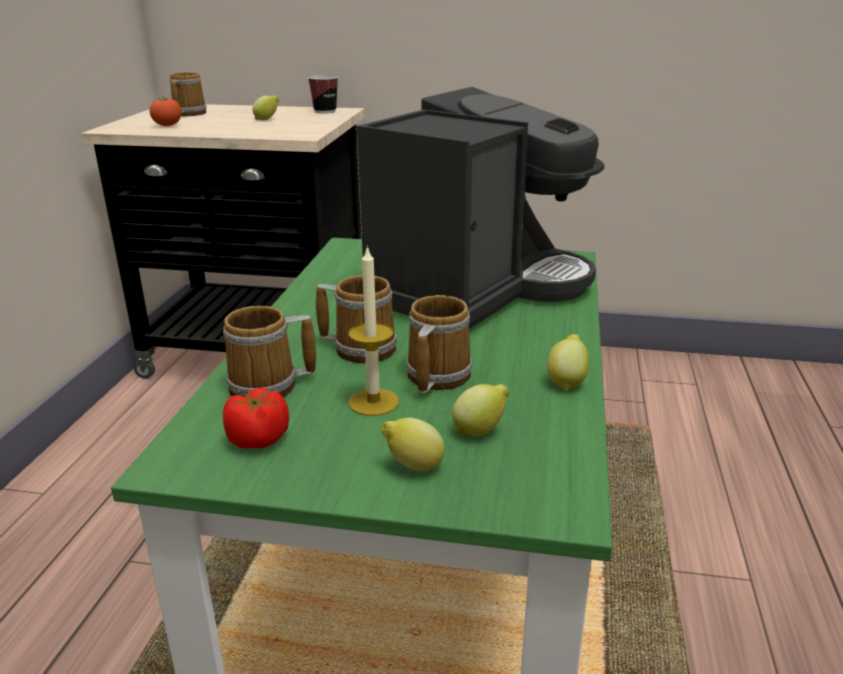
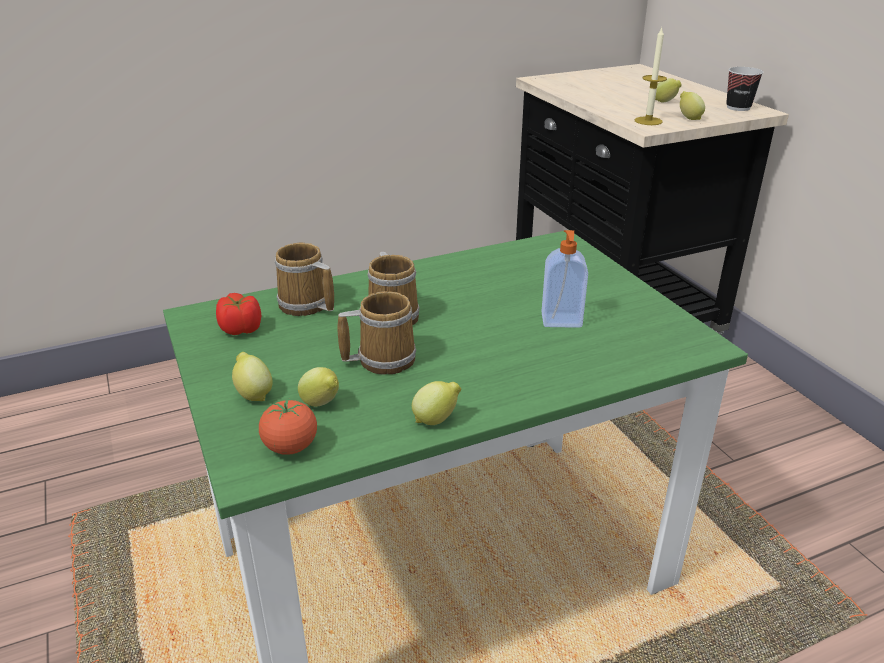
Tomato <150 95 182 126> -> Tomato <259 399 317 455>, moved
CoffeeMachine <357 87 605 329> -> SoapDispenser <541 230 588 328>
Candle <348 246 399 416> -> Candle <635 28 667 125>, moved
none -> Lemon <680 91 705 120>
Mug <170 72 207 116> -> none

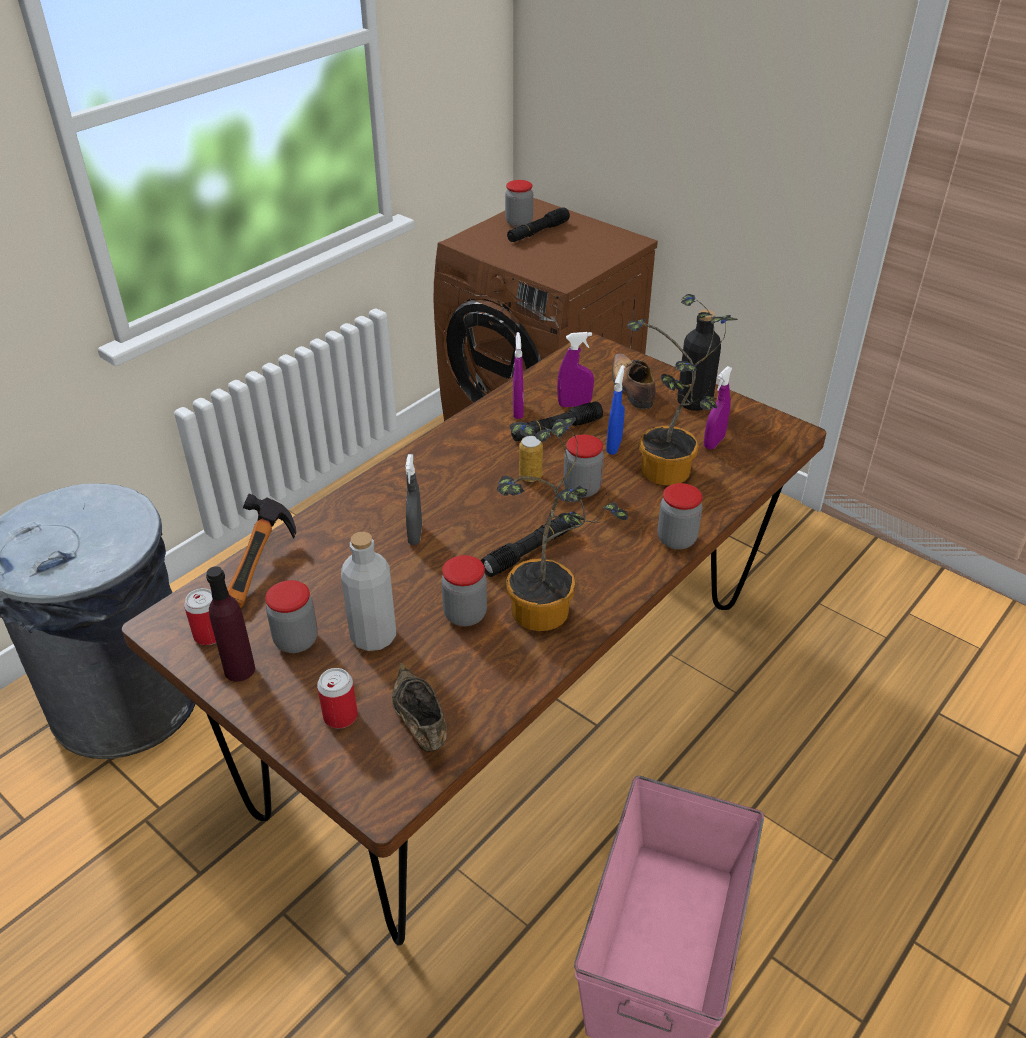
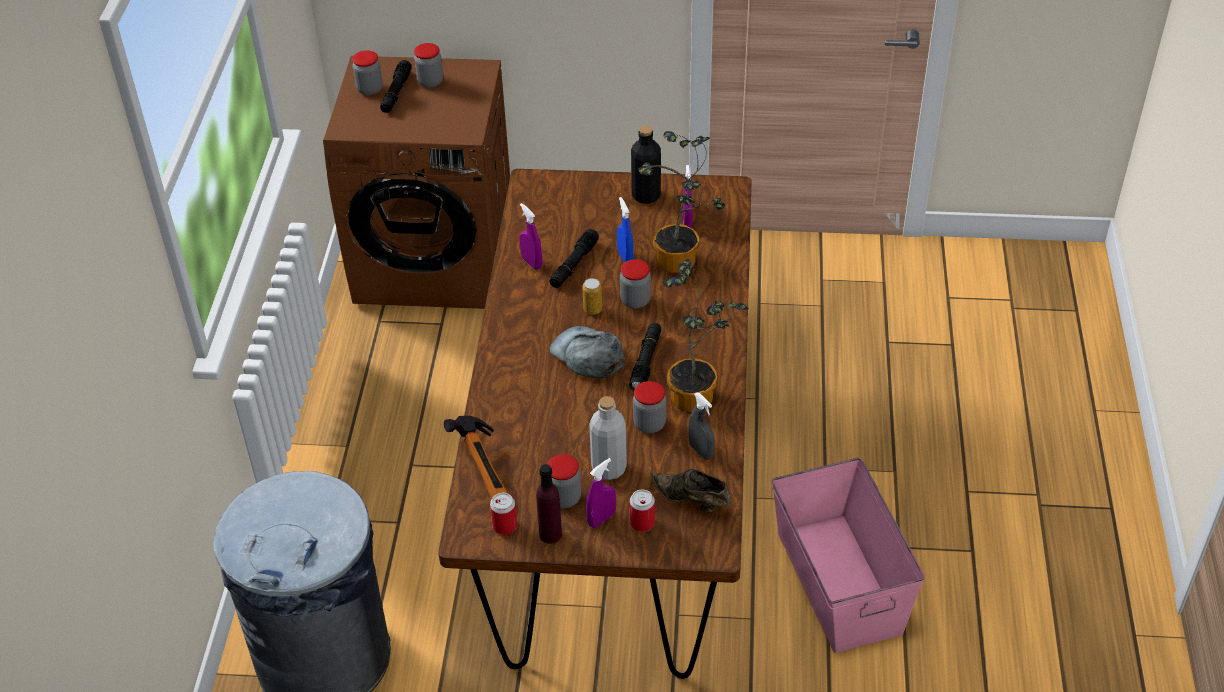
Jar <657 483 703 550> -> Jar <414 43 443 88>, moved
none -> GreyCap <549 326 625 378>
PurpleSprayBottle <557 332 594 407> -> PurpleSprayBottle <586 458 616 528>, moved
GreySprayBottle <405 454 422 545> -> GreySprayBottle <688 392 715 460>, moved
Shoe <612 353 656 409> -> none

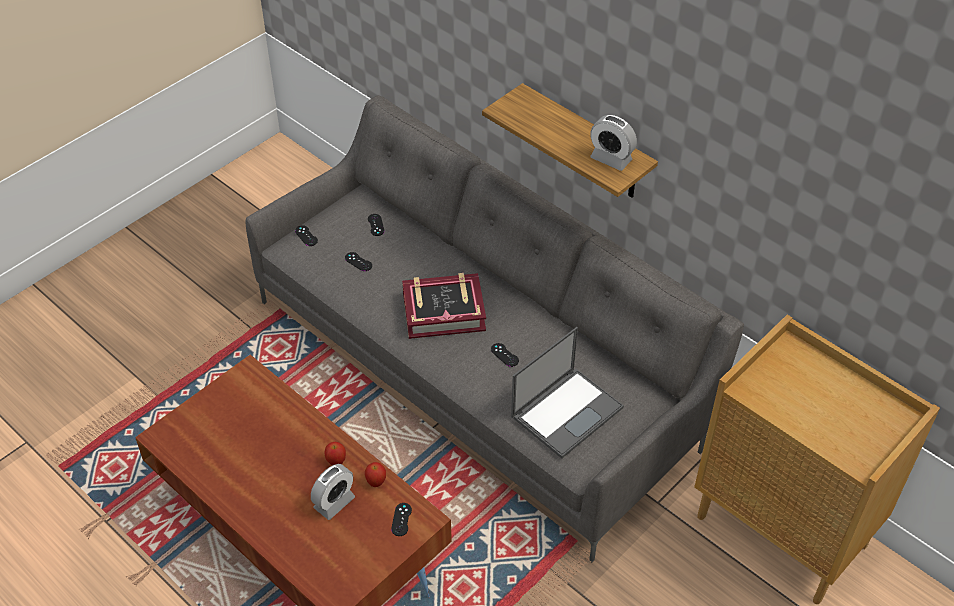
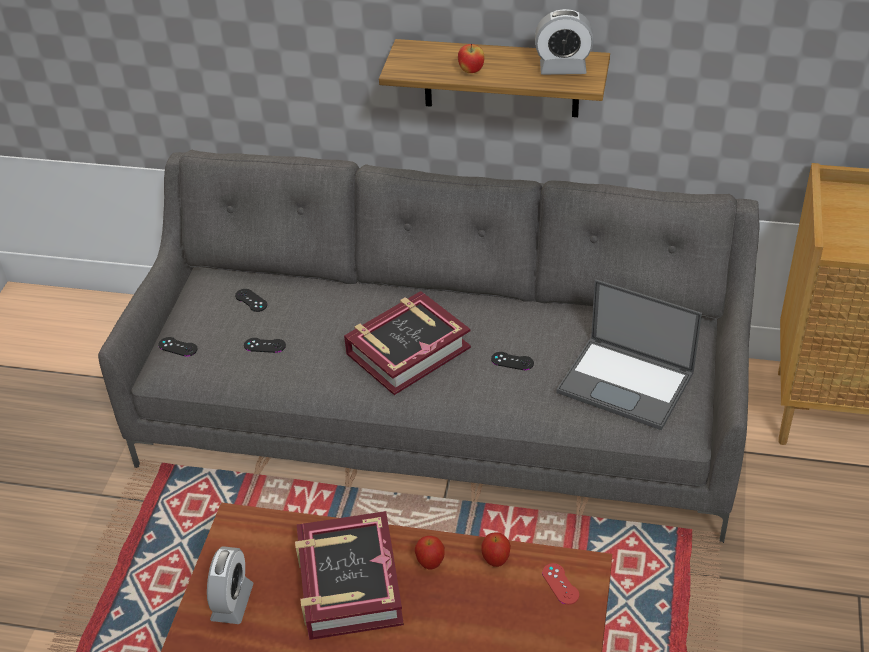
AlarmClock <311 464 355 520> -> AlarmClock <207 546 254 624>, moved
none -> Book <295 511 404 640>
none -> Apple <458 44 484 73>
BlackGameController <391 503 412 536> -> RedGameController <542 563 579 605>
Laptop <511 327 624 459> -> Laptop <556 279 702 430>, 105 degrees clockwise

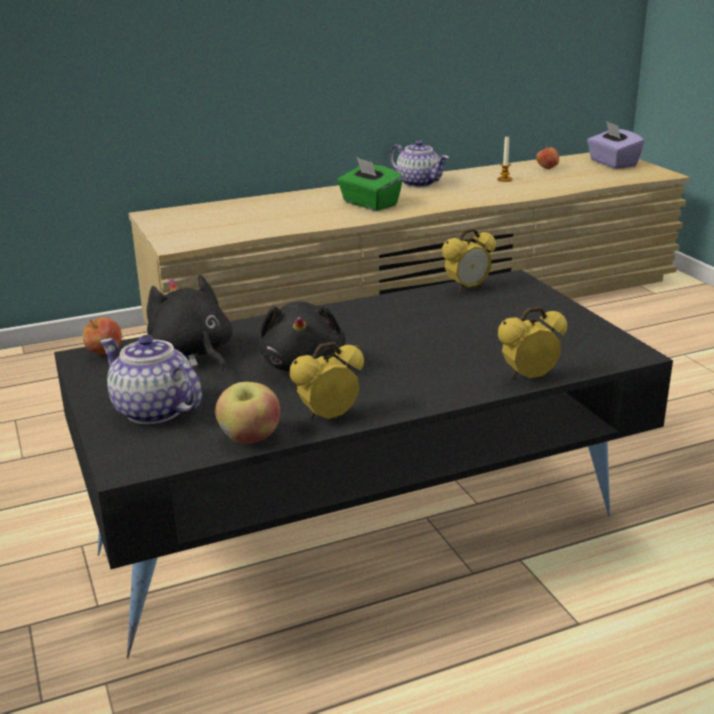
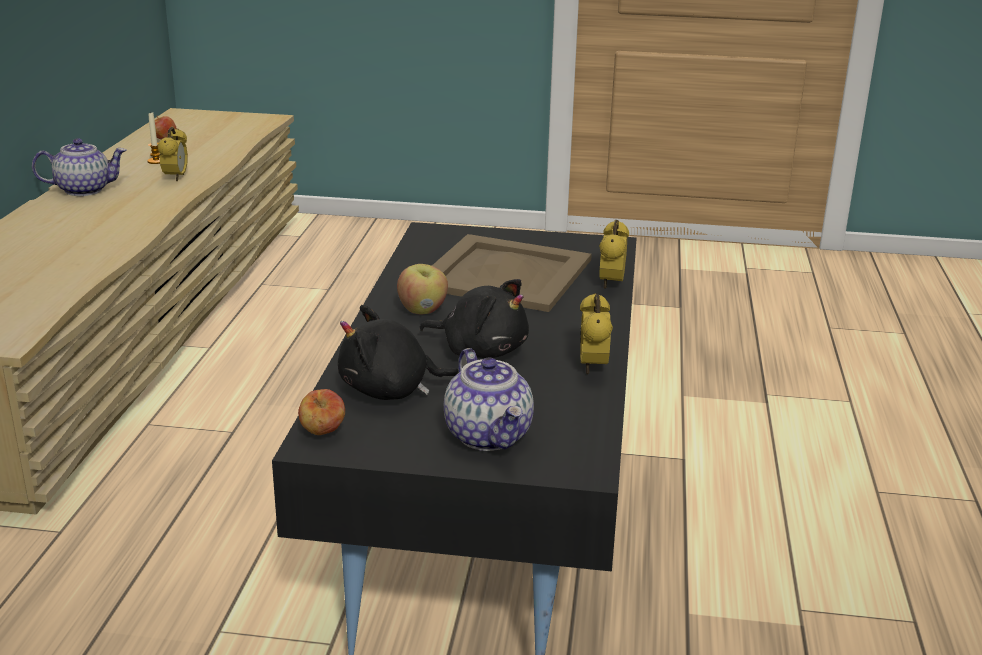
AlarmClock <442 228 496 293> -> AlarmClock <158 127 188 181>, moved
Apple <215 382 280 444> -> Apple <397 264 448 314>, moved
none -> BeigeTray <432 234 592 312>
Teapot <100 335 202 424> -> Teapot <444 348 534 451>, 90 degrees counterclockwise
GreenTissueBox <337 157 403 211> -> none
PurpleTissueBox <587 121 645 169> -> none

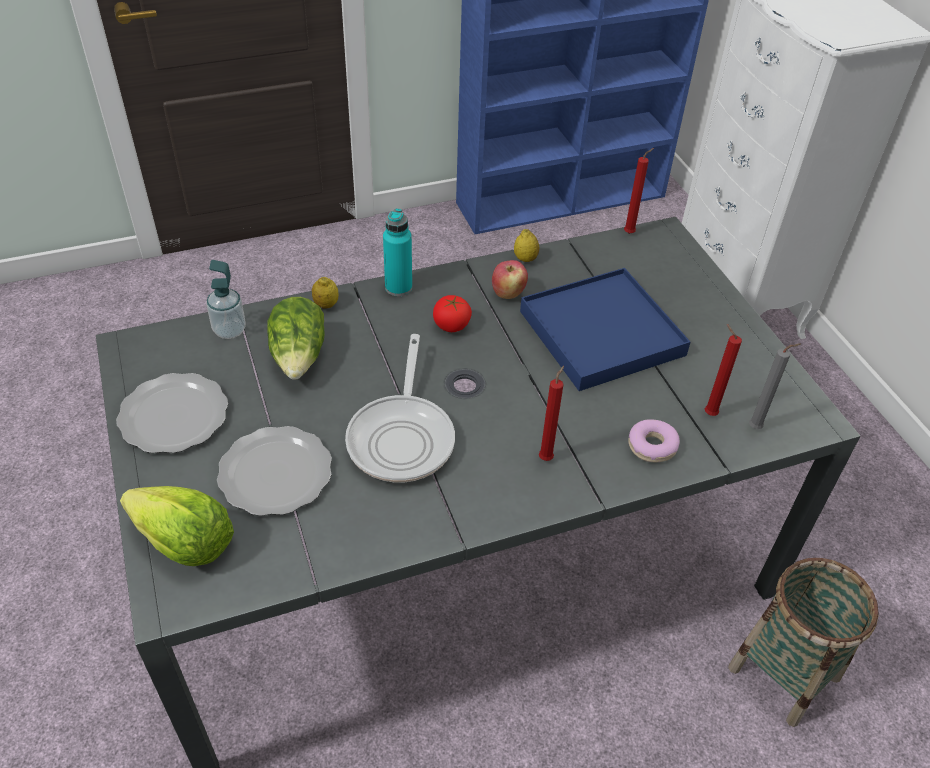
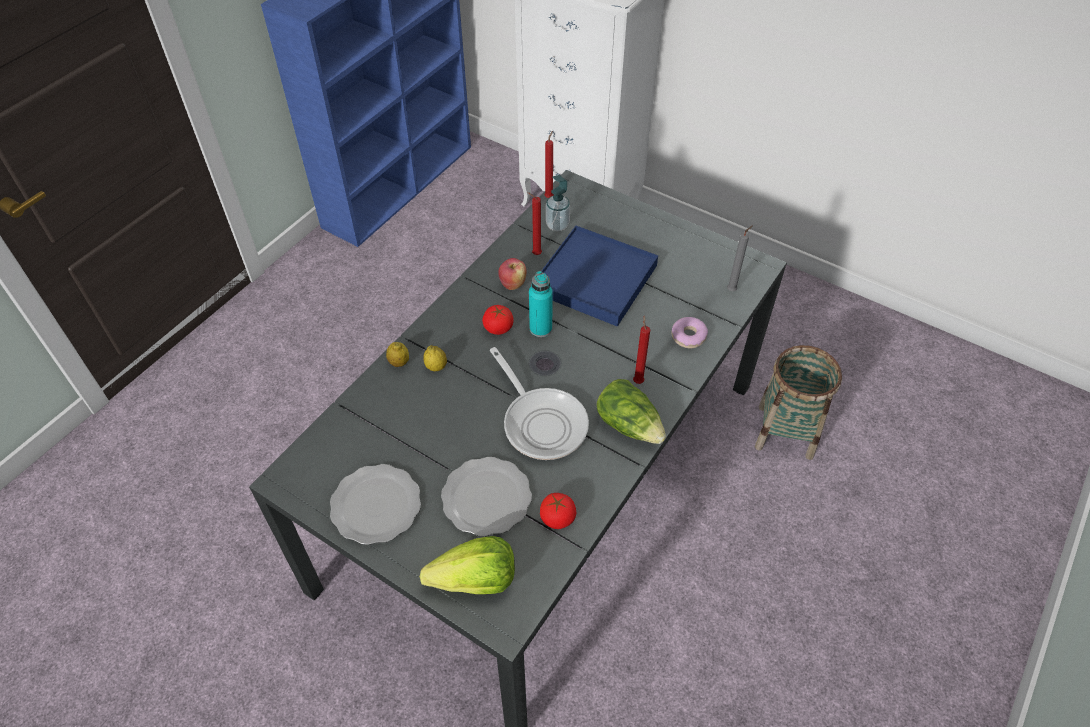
Lemon <514 229 539 262> -> Lemon <423 345 447 371>, moved
RedCandle <705 324 742 416> -> RedCandle <527 192 542 255>, moved
TurquoiseBottle <383 208 412 296> -> TurquoiseBottle <529 271 553 337>, moved
none -> Tomato <540 493 576 529>
SoapDispenser <206 260 246 339> -> SoapDispenser <546 175 570 231>, moved
Lettuce <267 297 325 380> -> Lettuce <596 379 666 444>, moved

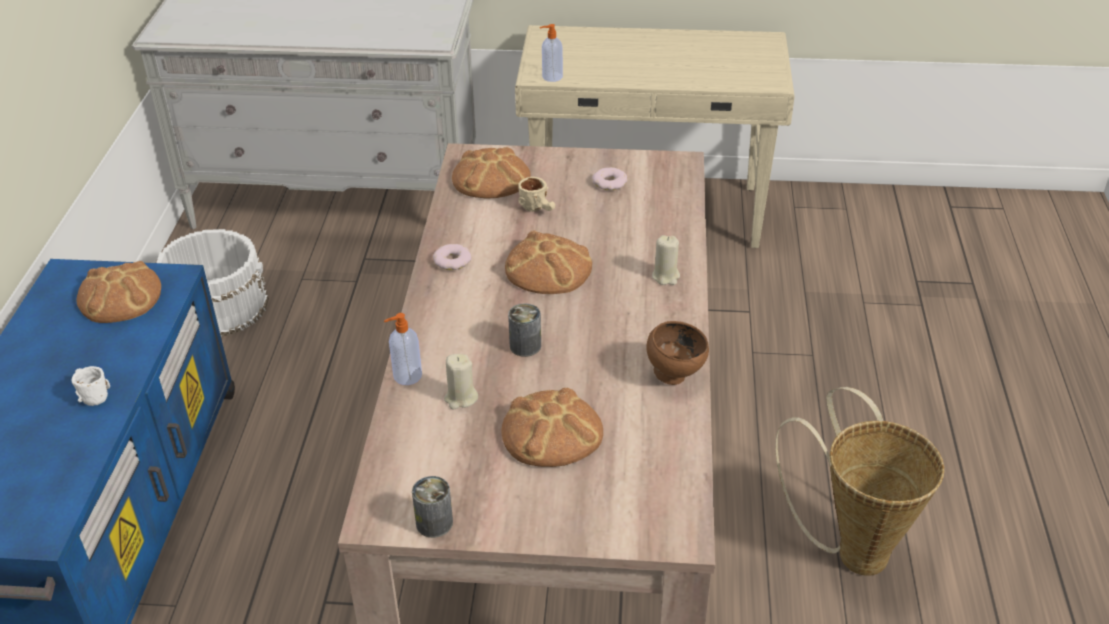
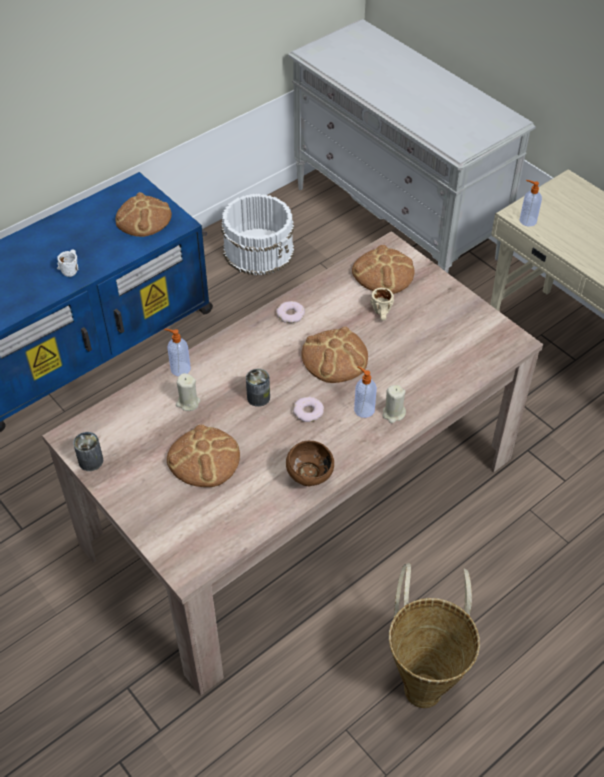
Donut <592 167 627 190> -> Donut <293 397 324 422>, moved
none -> SoapDispenser <354 366 377 418>

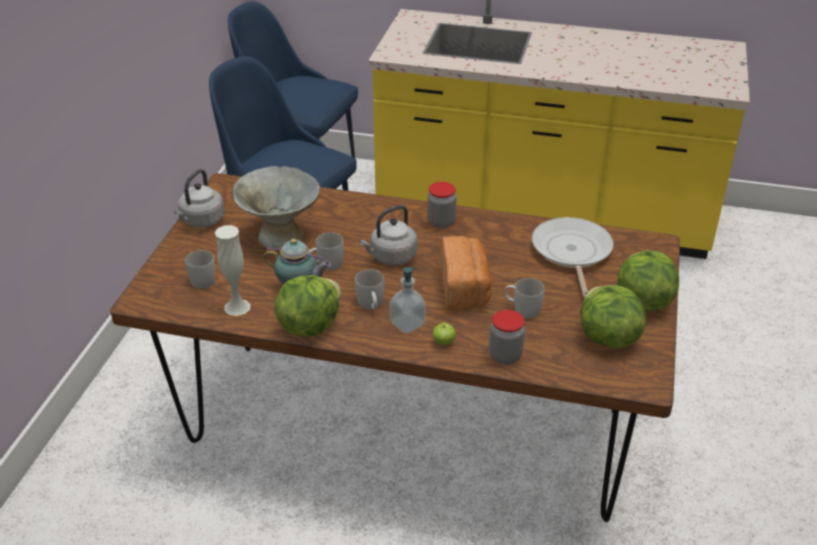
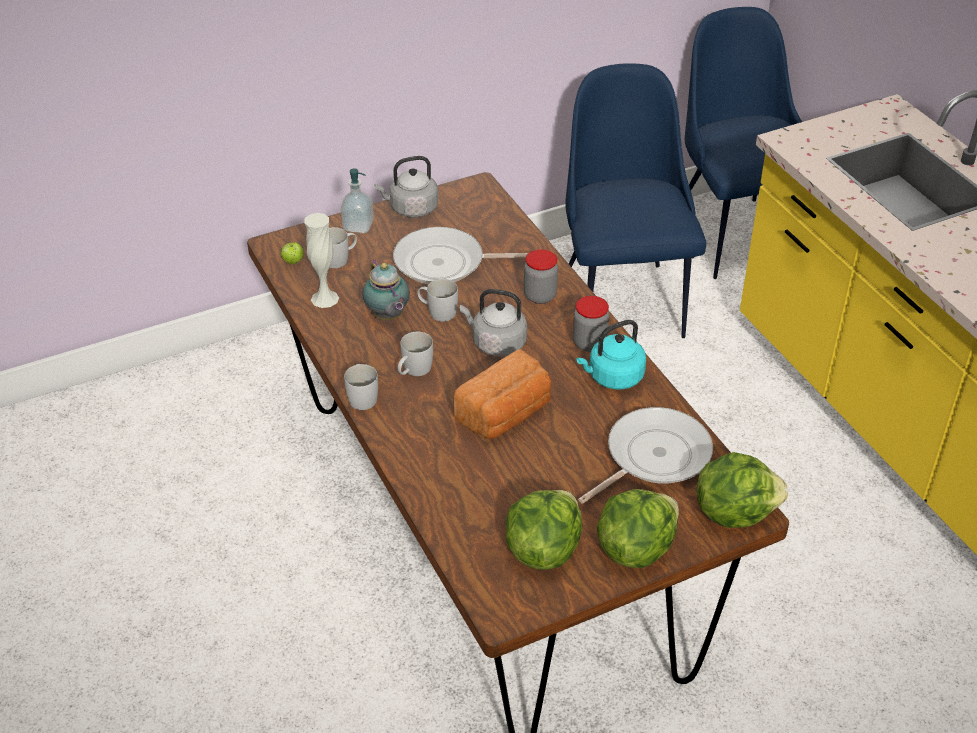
Apple <433 323 456 345> -> Apple <281 241 304 264>, moved
SoapDispenser <390 267 426 334> -> SoapDispenser <341 168 374 233>, moved
WhiteMug <504 278 544 318> -> WhiteMug <344 364 378 410>, moved
GreyBowl <233 166 320 250> -> FryingPan <393 227 528 284>
Jar <489 310 525 365> -> Jar <524 249 558 304>, moved
none -> TurquoiseKettle <576 320 646 389>
Lettuce <274 275 341 337> -> Lettuce <697 452 788 528>, moved

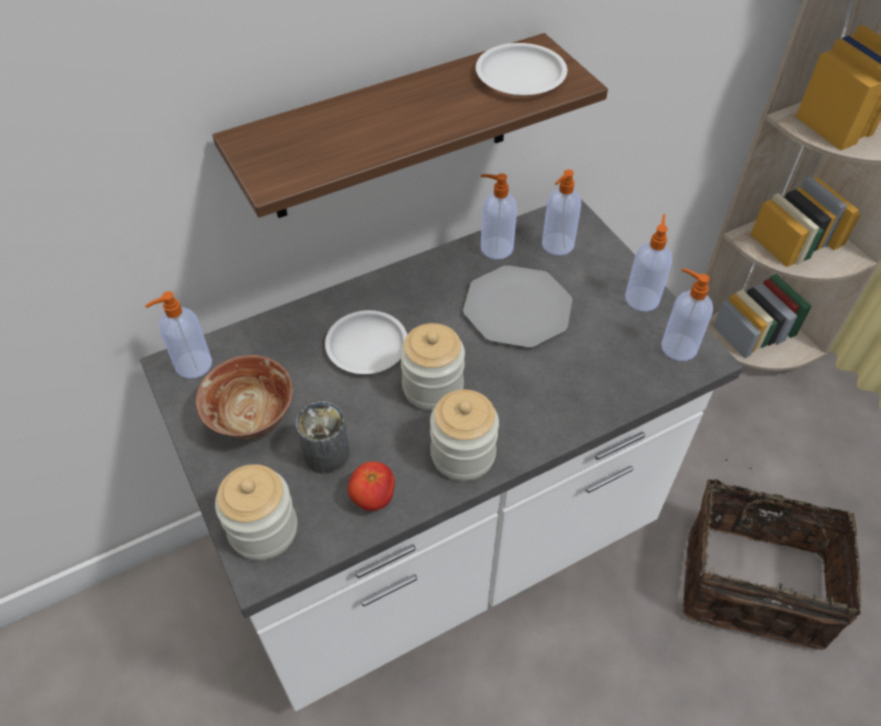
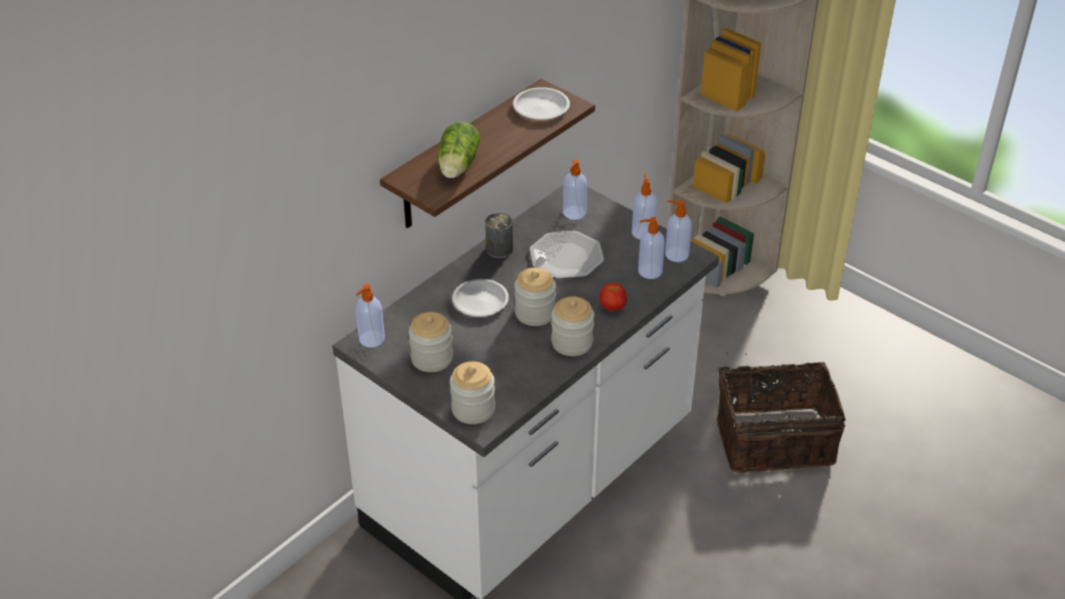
Bowl <196 355 293 439> -> Jar <408 312 453 372>
none -> Lettuce <438 122 480 178>
Can <296 402 350 475> -> Can <485 213 513 258>, moved
Tomato <348 462 395 511> -> Tomato <599 283 627 311>, moved
SoapDispenser <481 173 517 259> -> SoapDispenser <638 217 665 279>, moved

